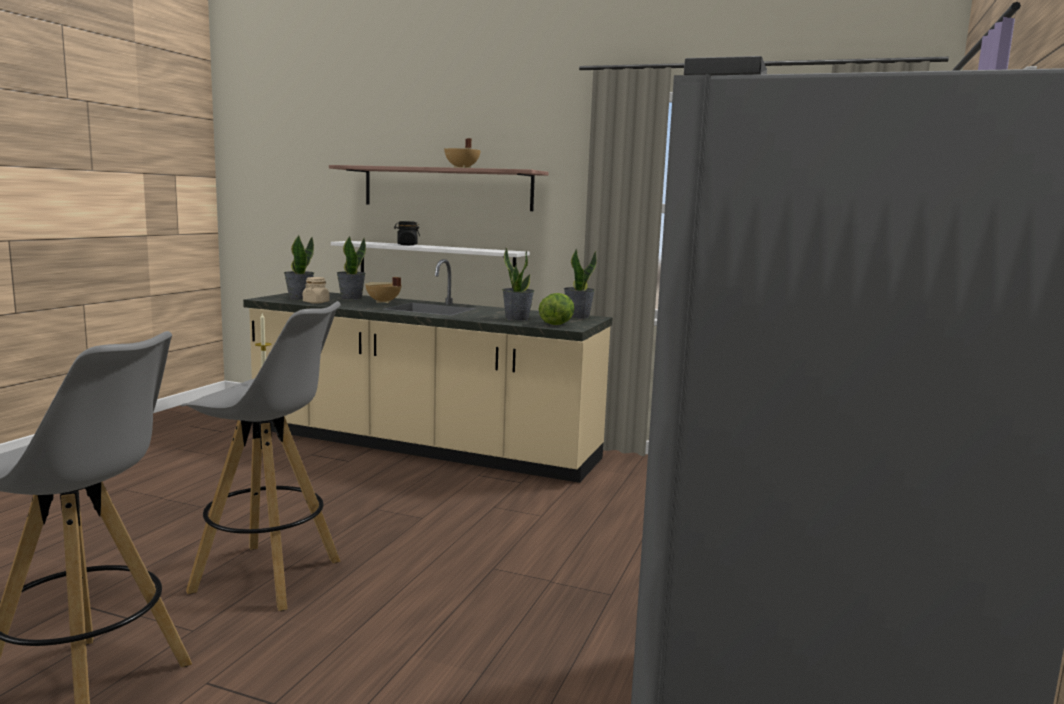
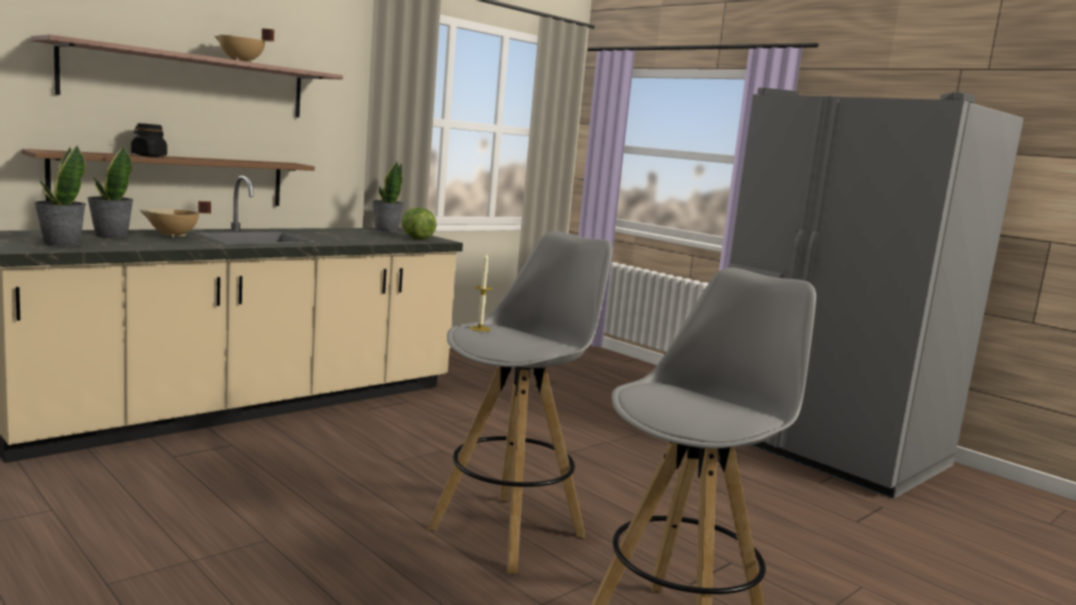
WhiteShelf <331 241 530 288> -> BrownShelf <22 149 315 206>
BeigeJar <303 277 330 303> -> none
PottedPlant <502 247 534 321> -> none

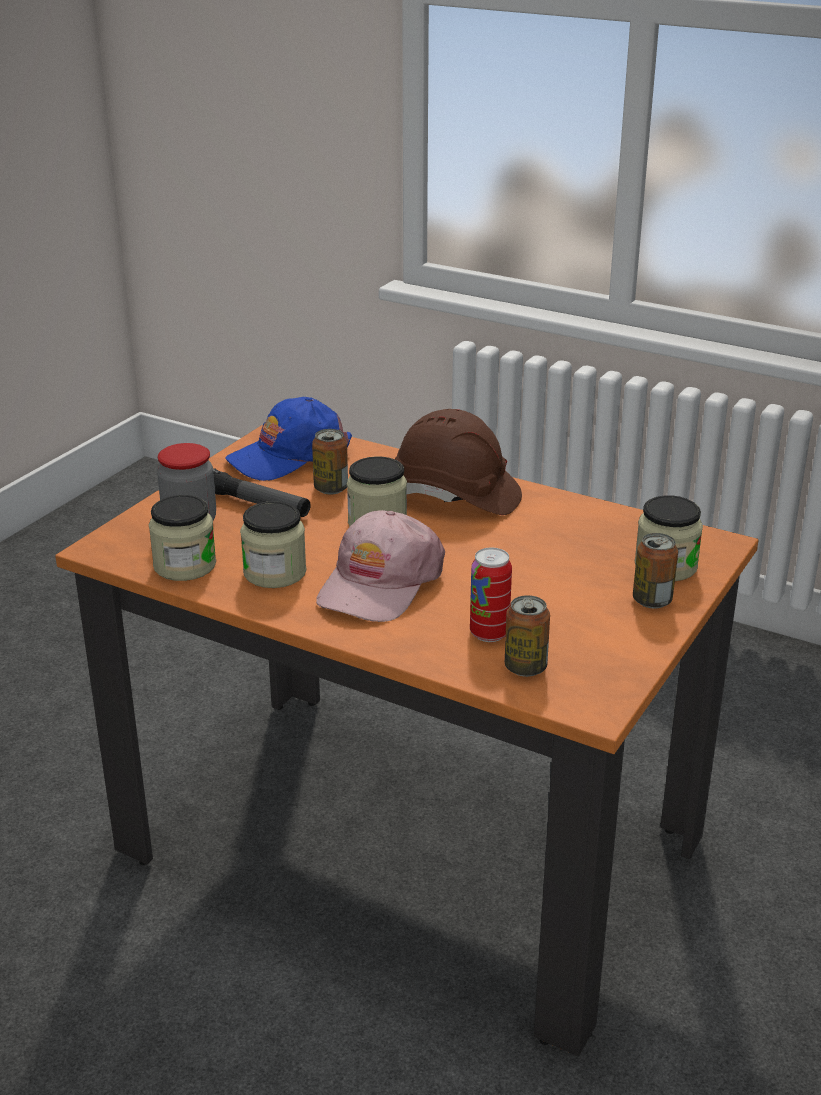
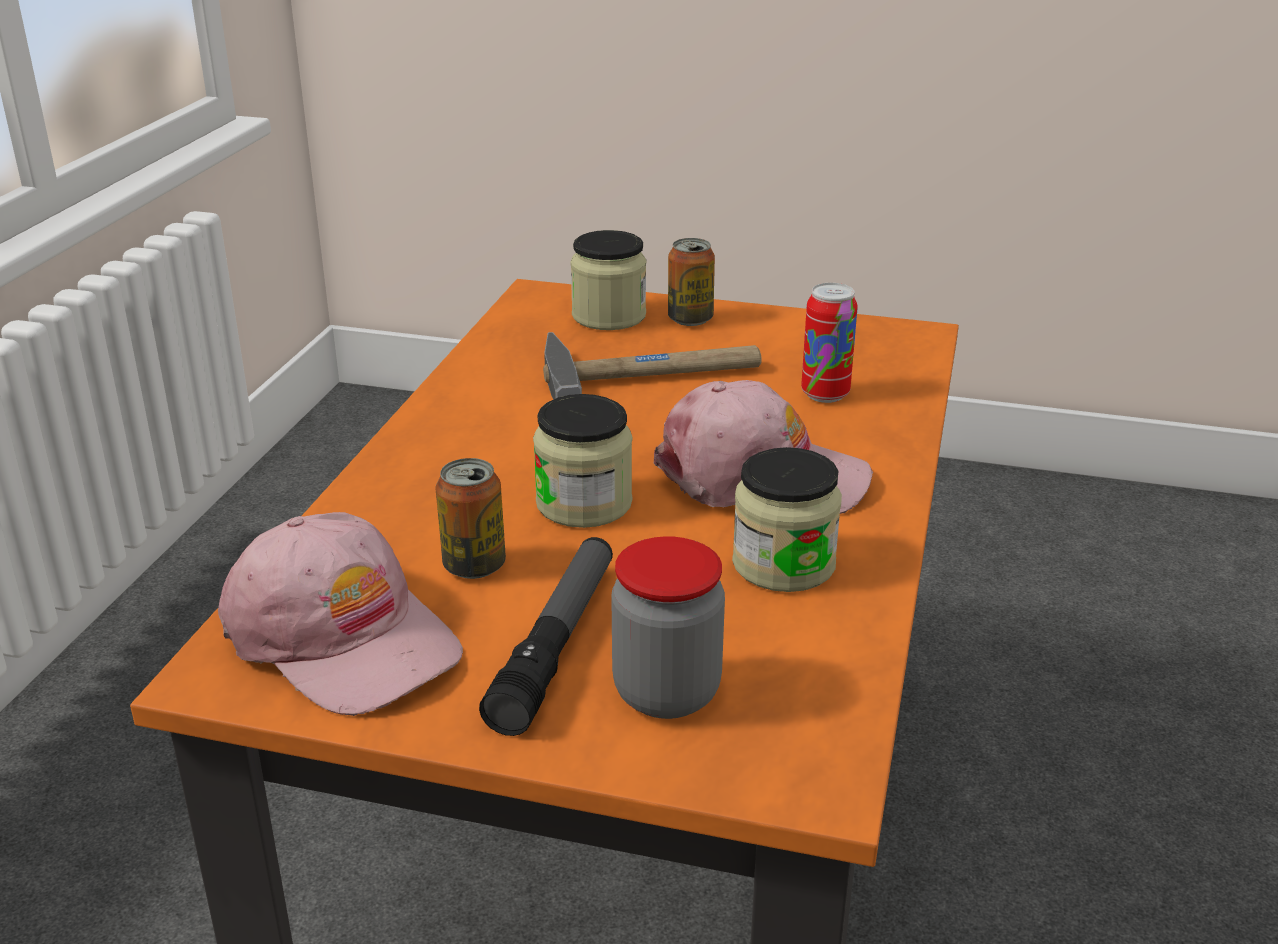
BlueCap <226 397 352 481> -> PinkCap <218 512 463 716>
none -> Hammer <543 332 762 400>
Jar <149 495 216 581> -> none
BrownHardHat <395 409 522 515> -> none
Can <505 595 550 677> -> none

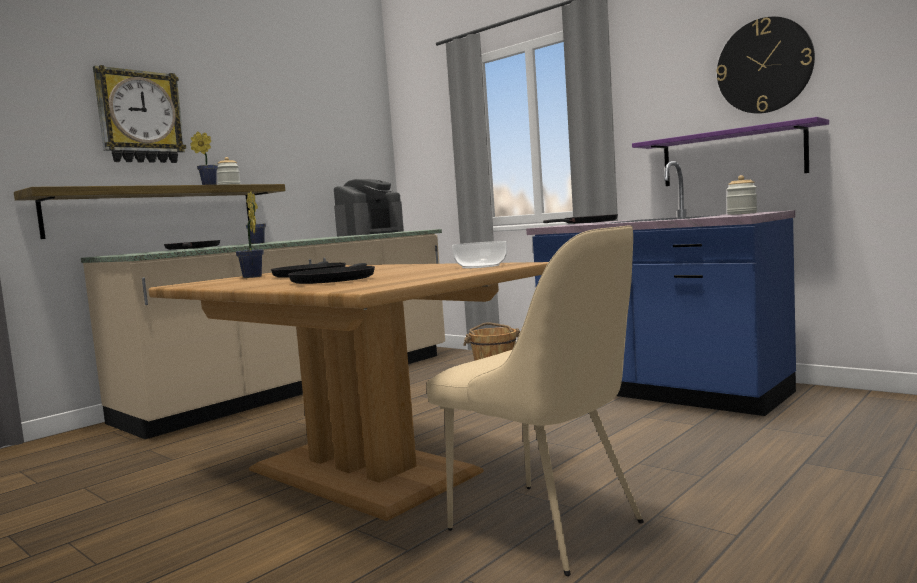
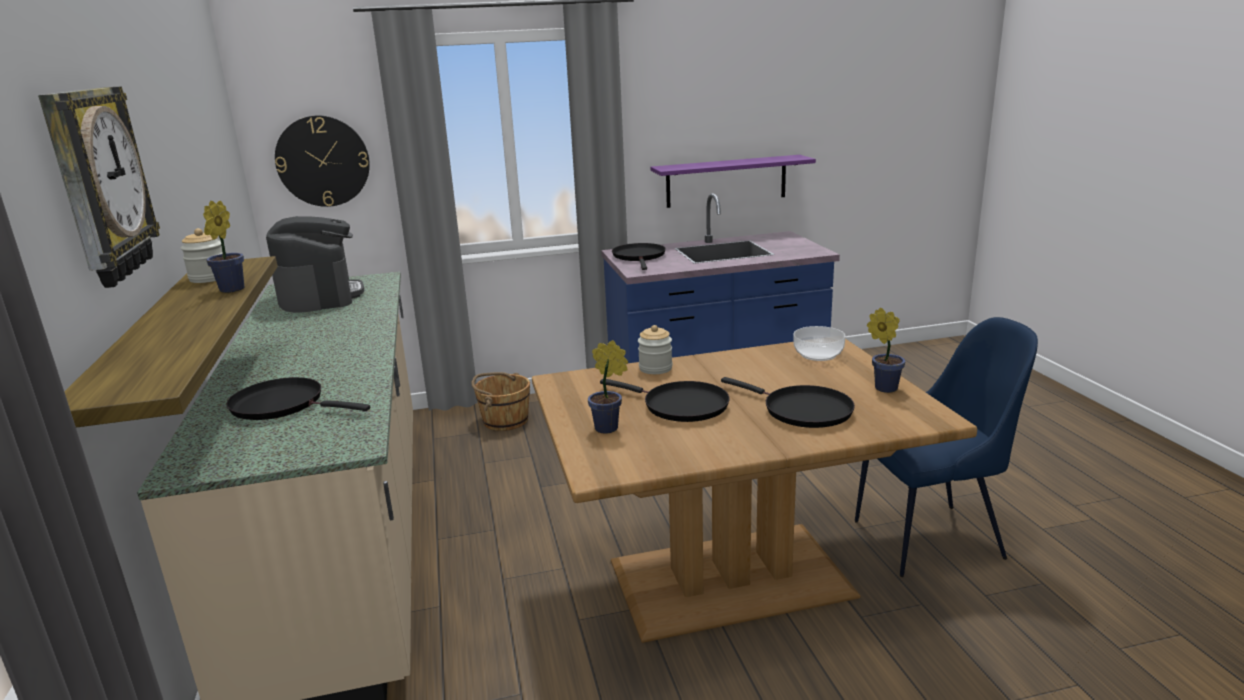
WallClock <716 16 815 114> -> WallClock <275 116 370 207>, moved
Jar <726 175 757 215> -> Jar <638 325 673 374>, moved
BeigeChair <426 225 644 576> -> BlueChair <855 317 1038 577>
PottedPlant <246 191 266 244> -> PottedPlant <867 307 905 393>, moved

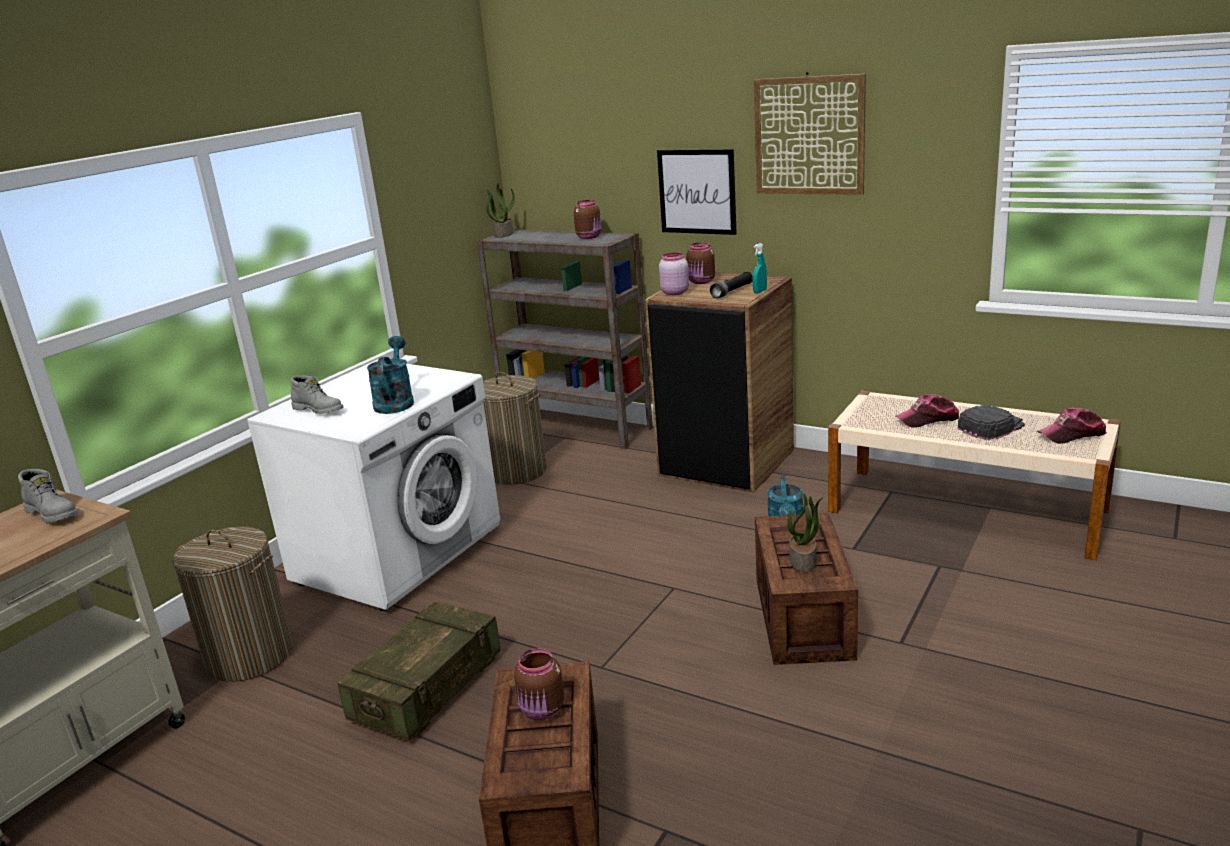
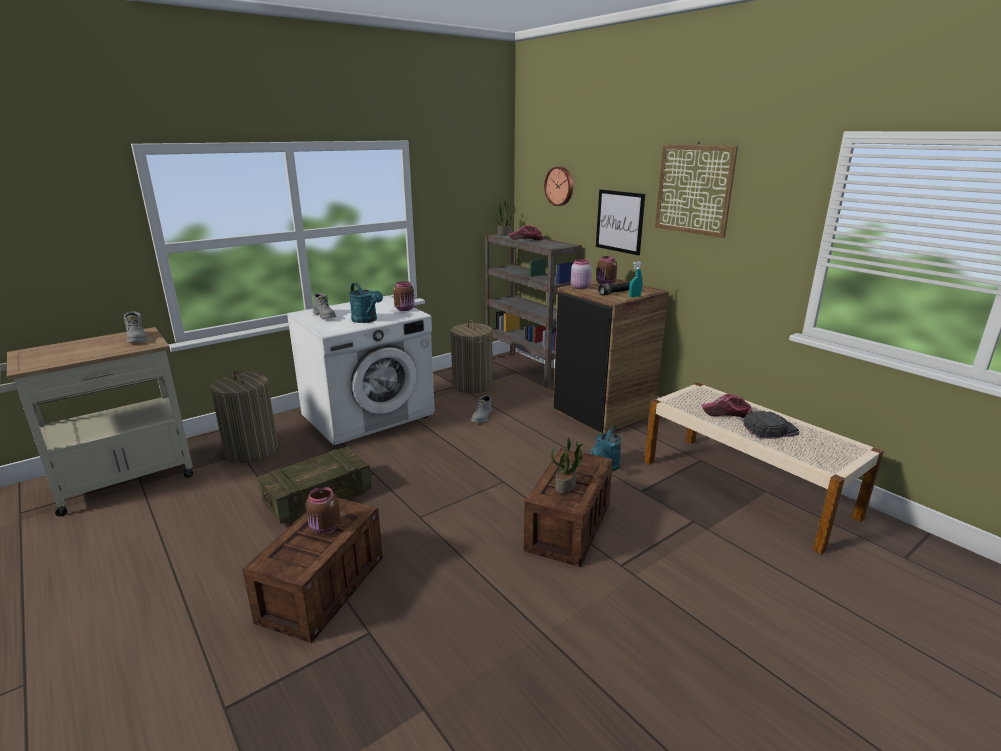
TurquoiseWateringCan <367 336 414 414> -> TurquoiseWateringCan <349 283 383 323>, 120 degrees clockwise
BrownJar <574 200 601 239> -> BrownJar <394 281 415 311>, moved
none -> GreyBoot <471 395 492 423>
Cap <1037 408 1107 444> -> Cap <509 225 544 240>, moved
none -> WallClock <544 167 573 206>

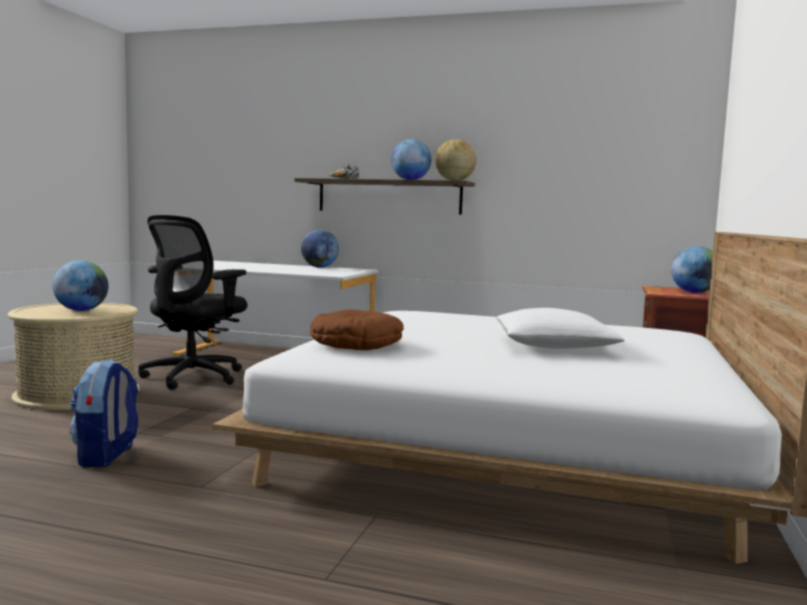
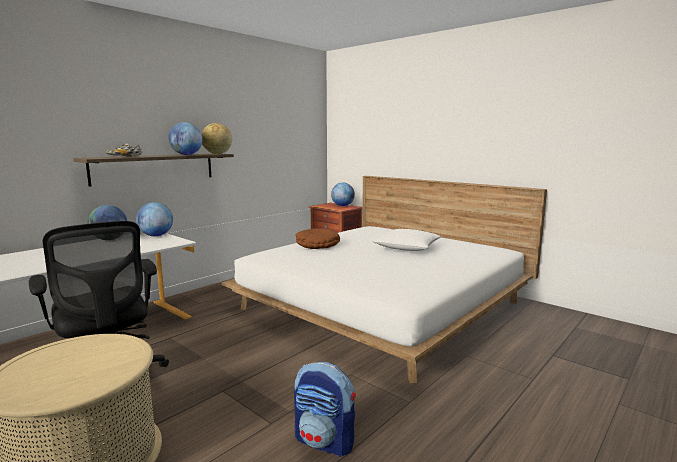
Globe <52 260 108 311> -> Globe <136 202 173 236>, moved
BrownPillow <310 309 404 350> -> BrownPillow <295 228 340 249>, moved

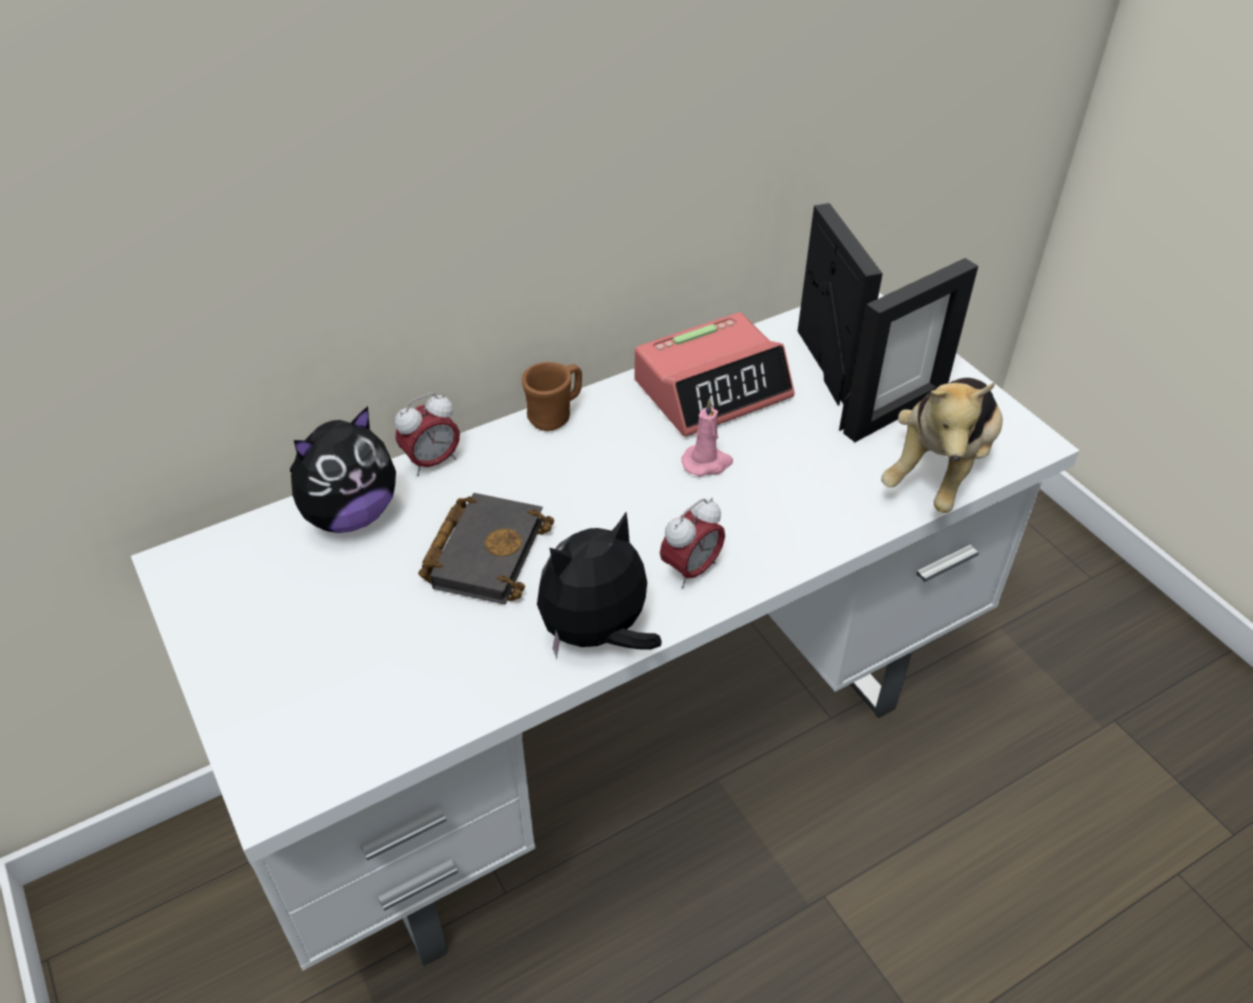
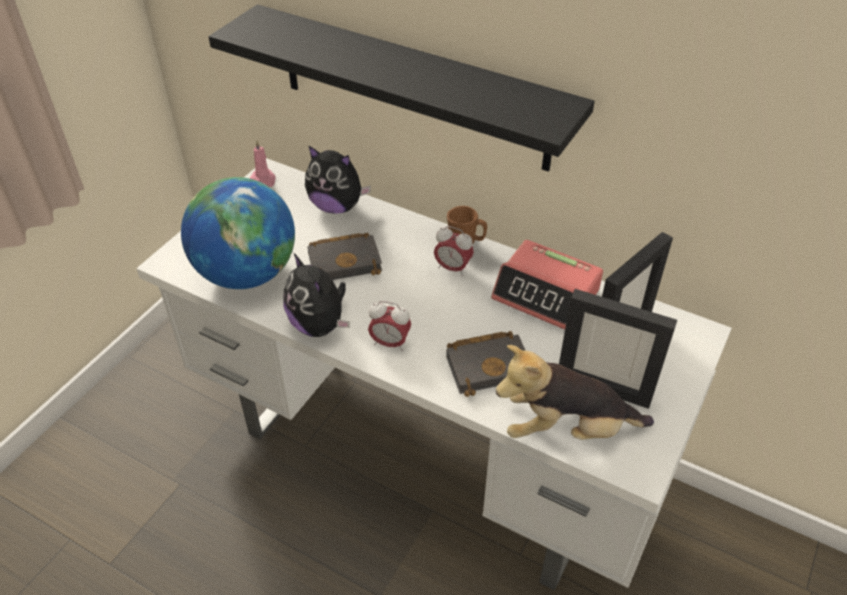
none -> Globe <181 177 295 289>
none -> BlackShelf <209 4 595 172>
PinkCandle <681 399 733 476> -> PinkCandle <250 140 276 187>, moved
PlushToy <537 512 662 659> -> PlushToy <283 253 350 337>, 150 degrees counterclockwise
AlarmClock <395 393 460 476> -> AlarmClock <434 226 474 276>, moved
none -> BlackBook <446 331 526 397>

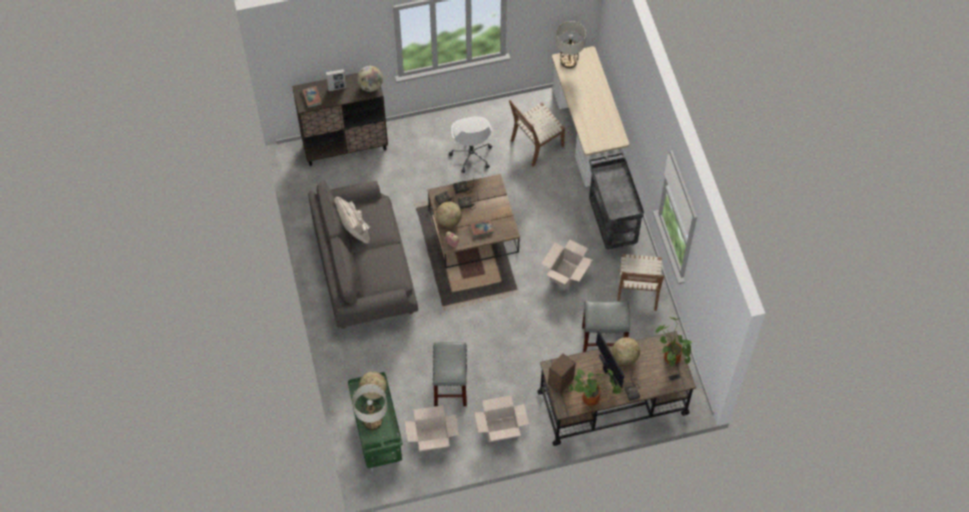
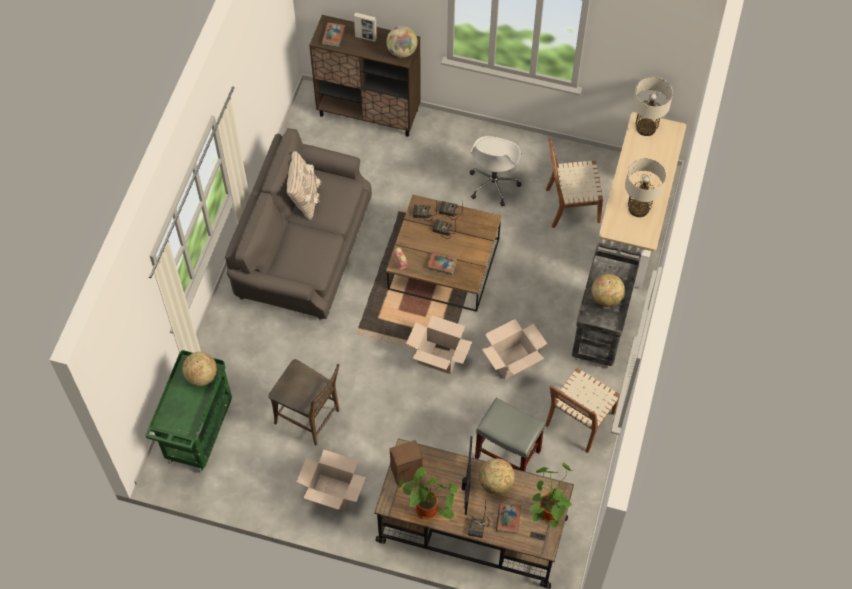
GreyStool <433 342 467 406> -> BrownChair <268 359 340 445>
CardboardBox <405 405 459 452> -> CardboardBox <406 315 472 374>, moved
none -> Book <496 503 521 534>
Globe <436 201 462 227> -> Globe <591 274 625 307>, moved
TableLamp <353 384 387 430> -> TableLamp <625 158 666 217>, moved

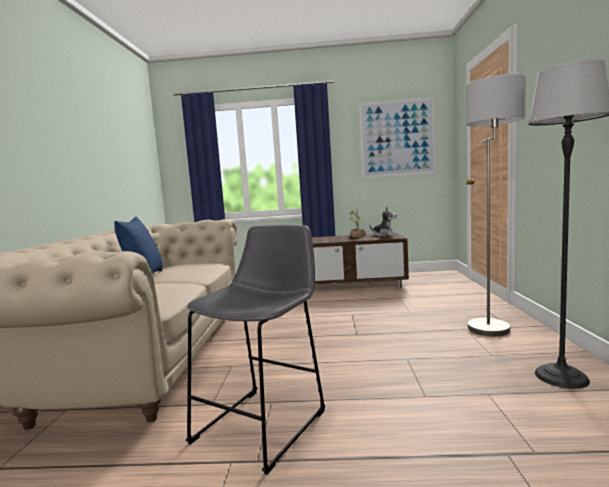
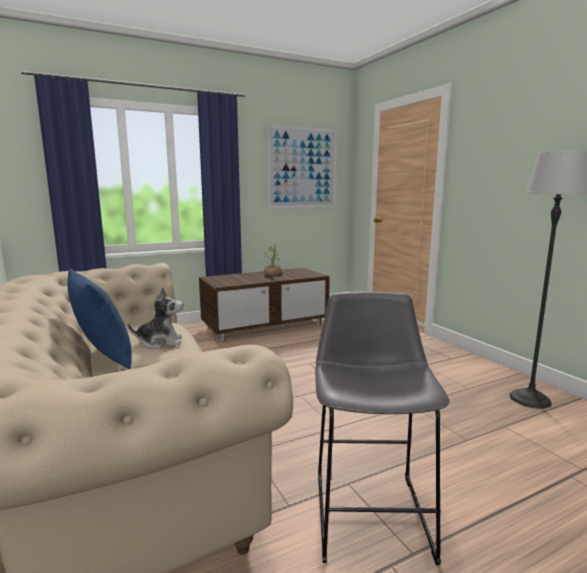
PlushToy <369 207 397 237> -> PlushToy <128 287 184 349>, moved
GreyFloorLamp <466 74 526 336> -> none

